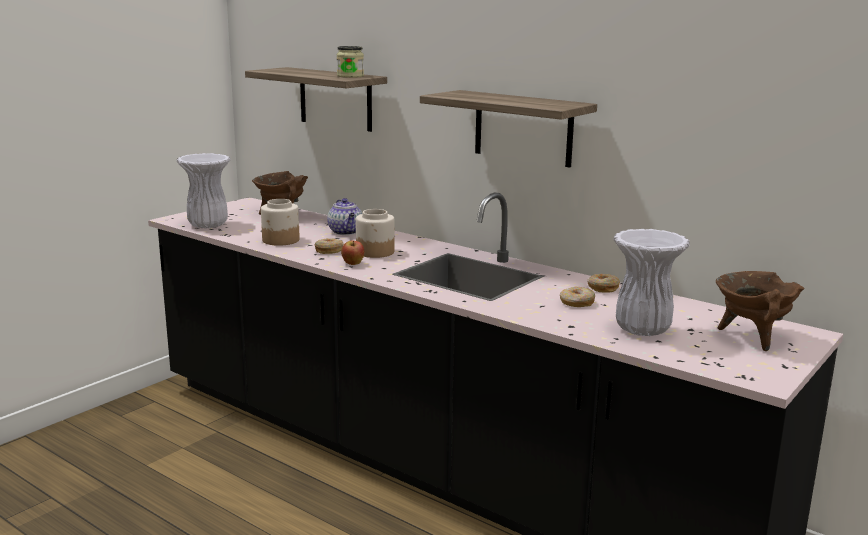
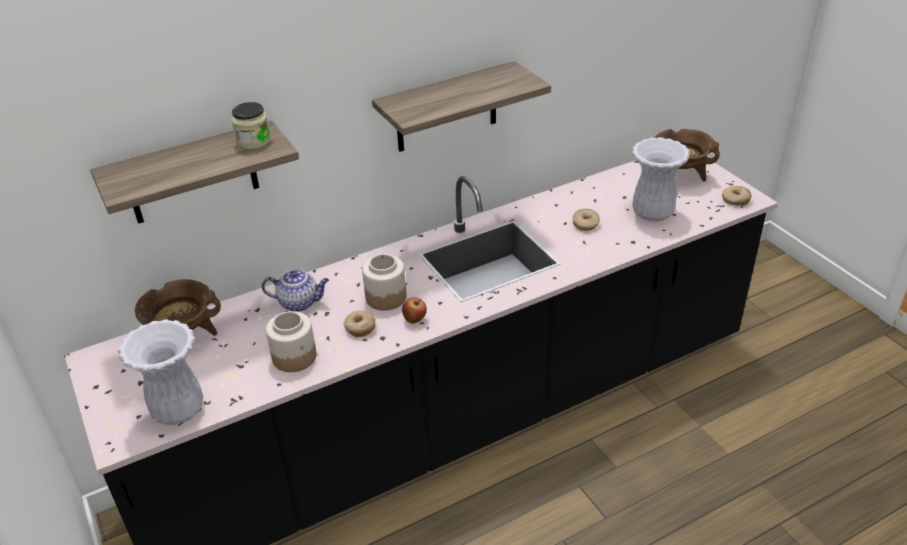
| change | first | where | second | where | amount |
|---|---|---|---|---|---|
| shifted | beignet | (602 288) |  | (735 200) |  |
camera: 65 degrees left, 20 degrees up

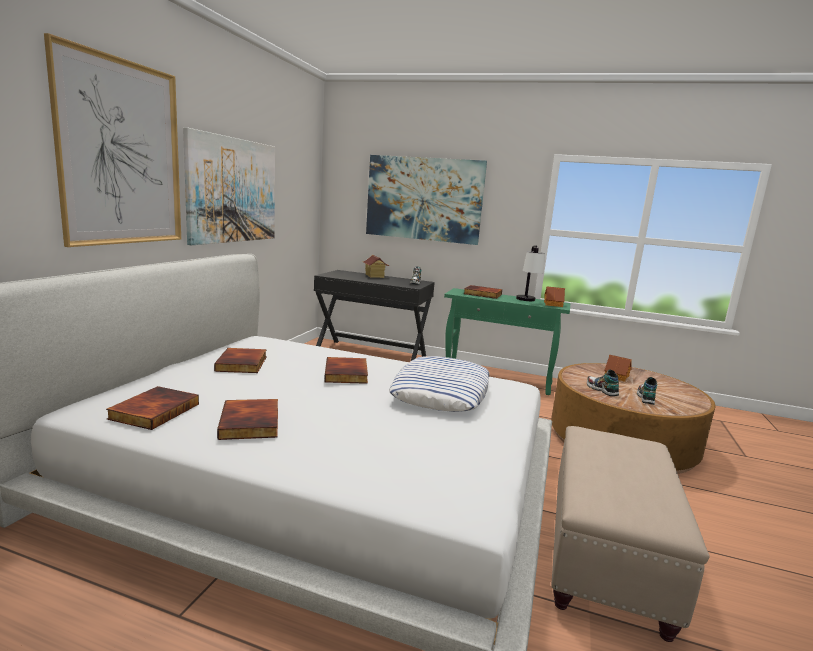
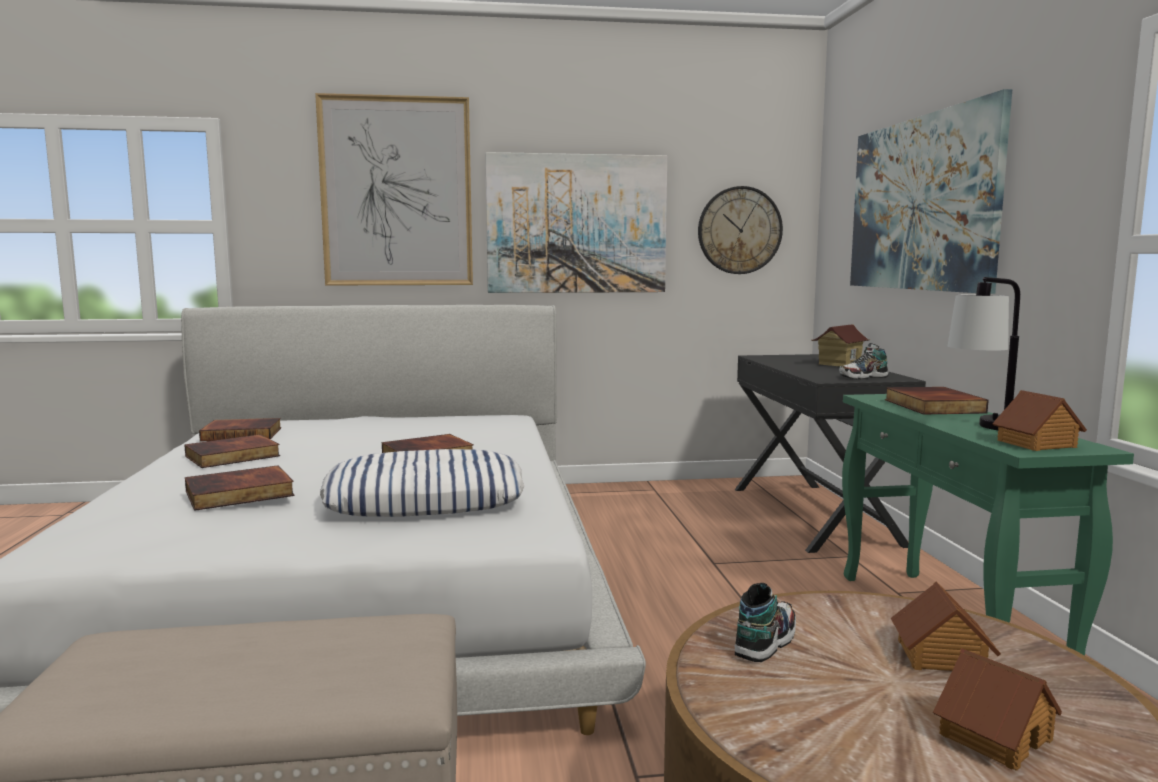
| change | first | where | second | where | amount |
|---|---|---|---|---|---|
| shifted | livre | (243 364) |  | (239 494) |  |
| gone | chaussure | (645 398) |  |  |  |
| new |  |  | horloge murale | (739 230) |  |
| new |  |  | maison miniature | (993 735) |  |
camera: 65 degrees right, 5 degrees down

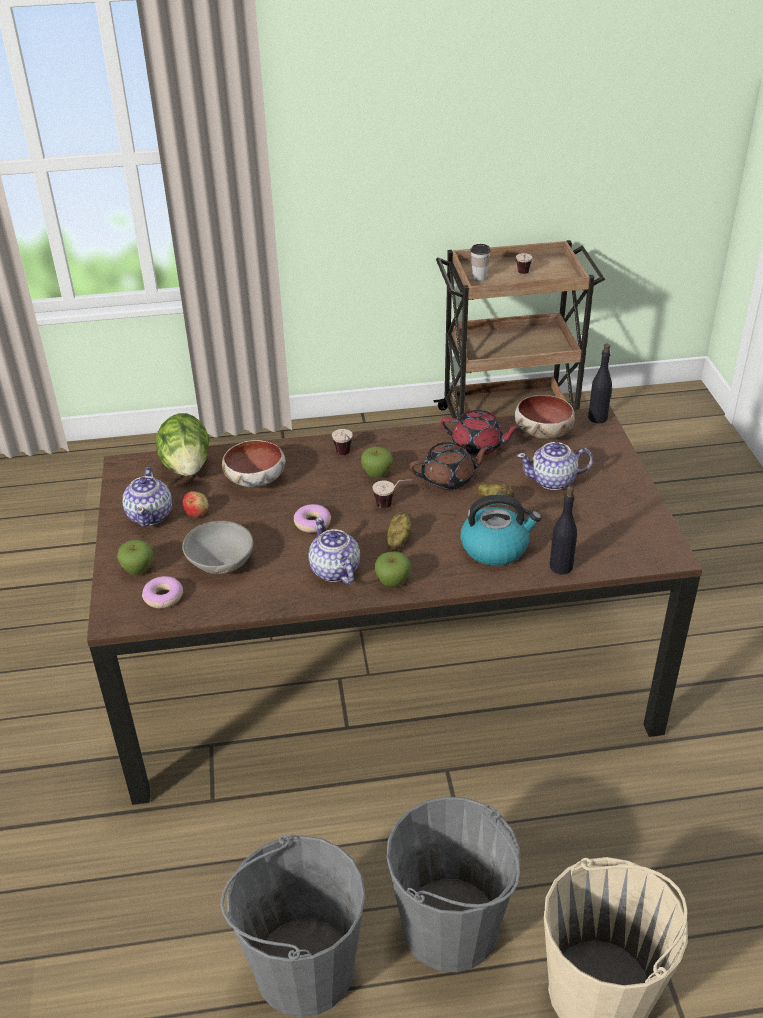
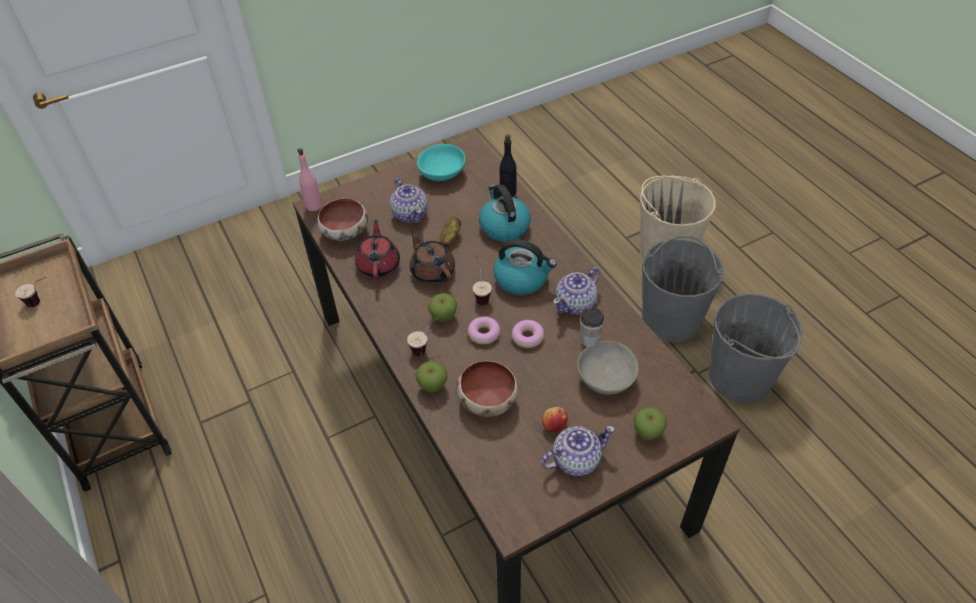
| change | first | where | second | where | amount |
|---|---|---|---|---|---|
| shifted | beignet | (163 597) |  | (484 333) |  |
| gone | laitue | (187 467) |  |  |  |
| shifted | pomme | (392 582) |  | (432 386) |  |
| swapped | pomme de terre | (398 540) | bouilloire | (522 279) |  |
| shifted | tasse | (479 277) |  | (589 340) |  |
| repainted | bouteille/noir | (598 418) | bouteille/rose | (313 205) |  |
| new |  |  | bol/turquoise | (442 173) |  |
camera: 110 degrees left, 10 degrees up

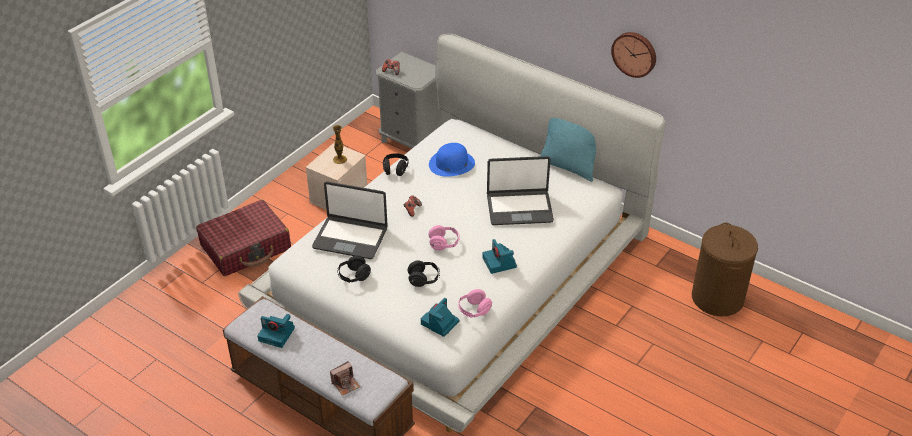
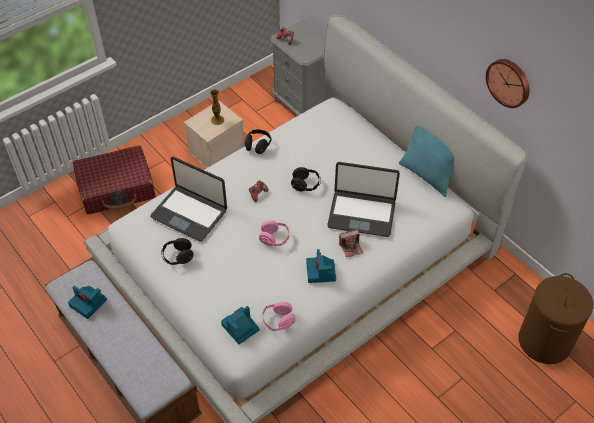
| change | first | where | second | where | amount |
|---|---|---|---|---|---|
| shifted | appareil photo | (345 384) |  | (351 247) |  |
| shifted | casque audio/noir | (424 279) |  | (306 185) |  |
| gone | chapeau/bleu | (451 164) |  |  |  |
camera: 15 degrees right, 10 degrees up

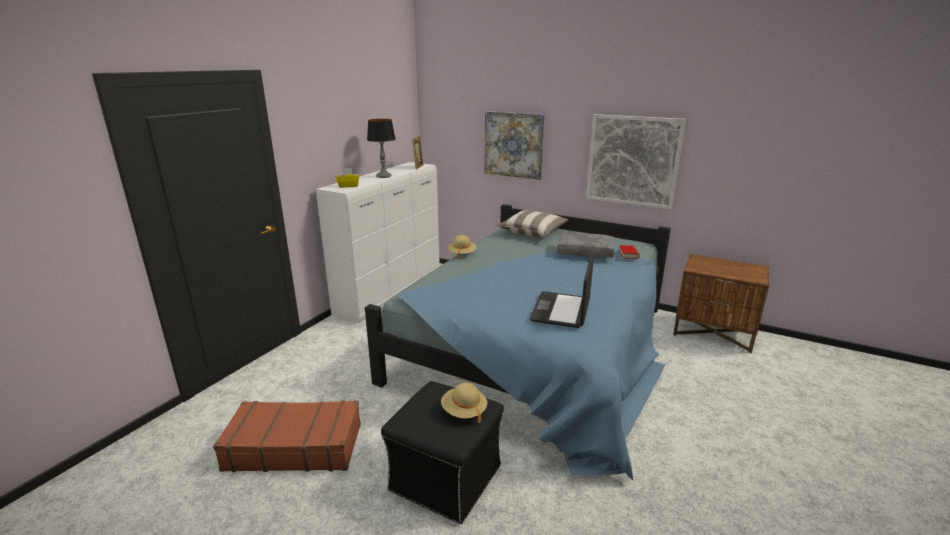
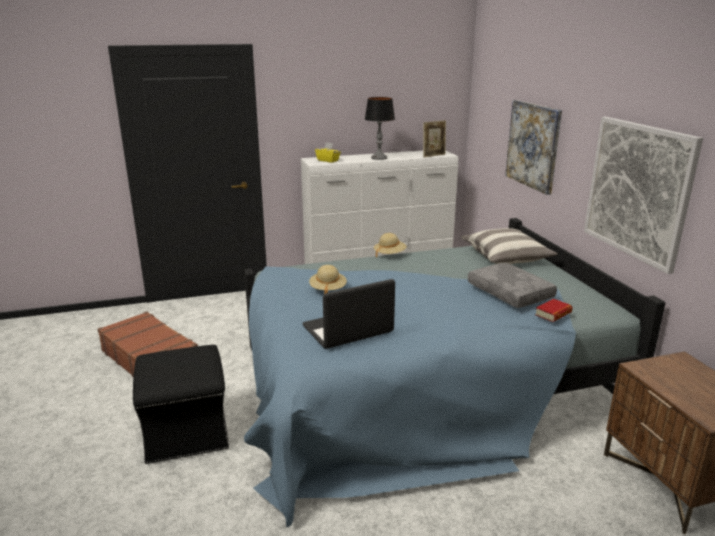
| change | first | where | second | where | amount |
|---|---|---|---|---|---|
| shifted | chapeau/beige | (464 411) |  | (328 289) |  |
camera: 45 degrees right, 0 degrees up

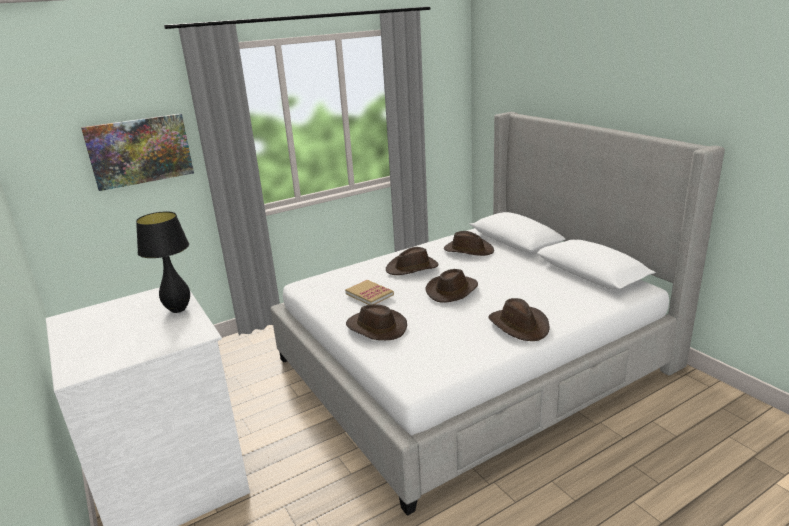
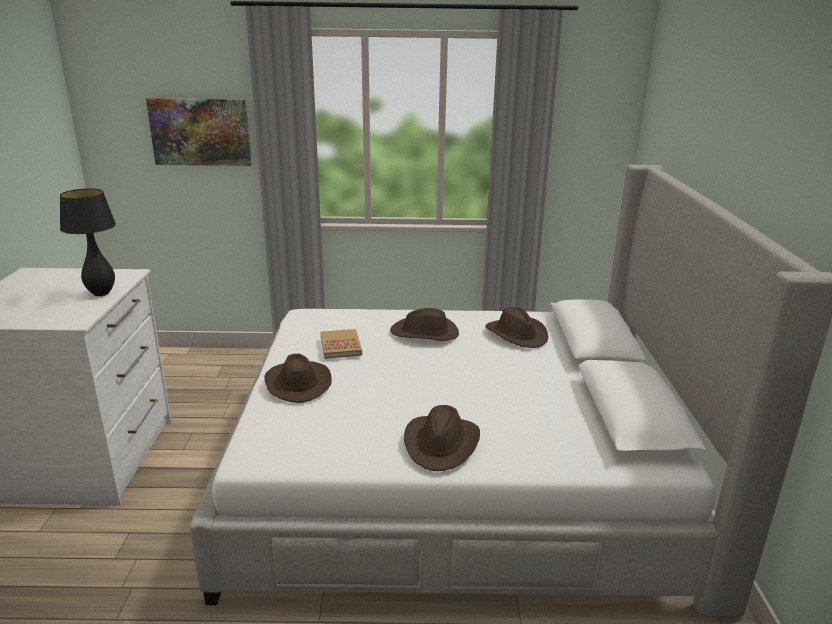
| change | first | where | second | where | amount |
|---|---|---|---|---|---|
| gone | chapeau/marron | (452 290) |  |  |  |
camera: 30 degrees right, 0 degrees up

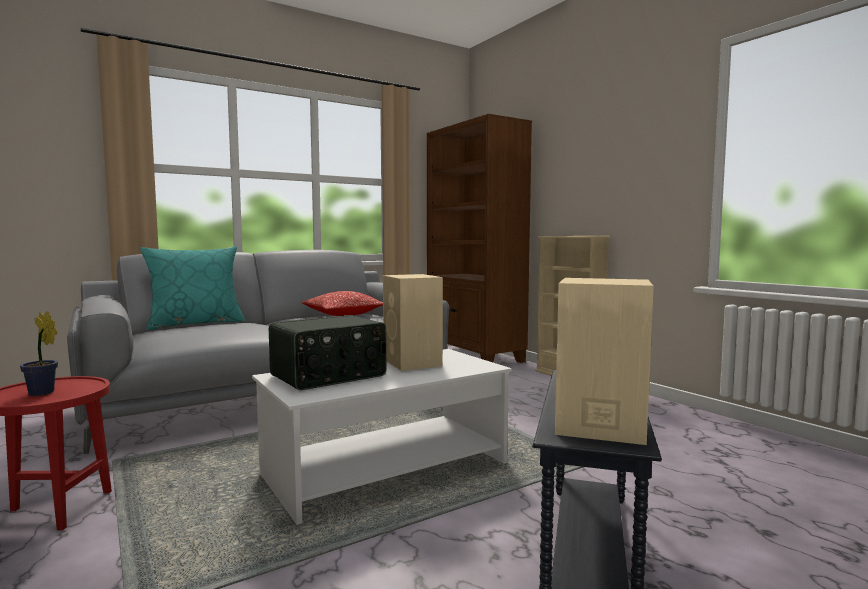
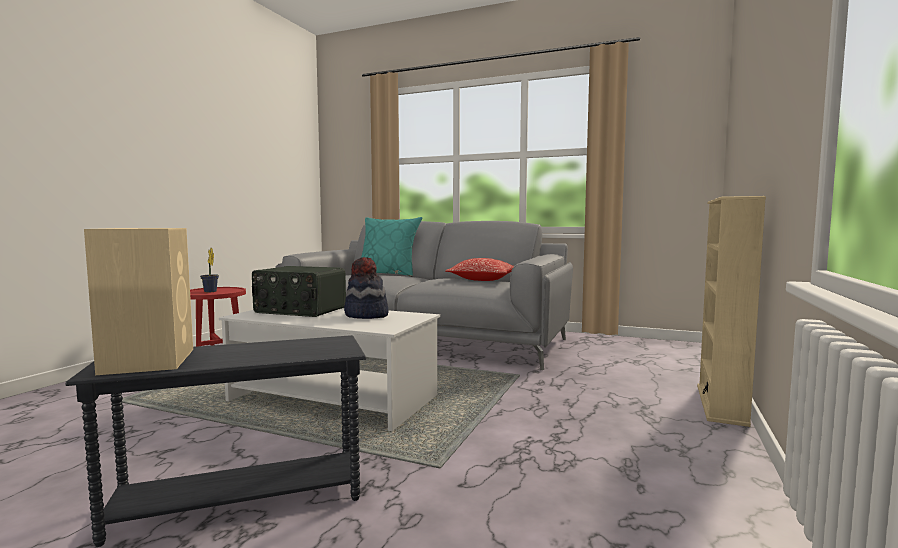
| change | first | where | second | where | amount |
|---|---|---|---|---|---|
| swapped | enceinte/beige | (413 363) | chapeau | (366 315) |  |
| gone | bibliothèque/marron | (474 356) |  |  |  |
camera: 55 degrees right, 0 degrees up

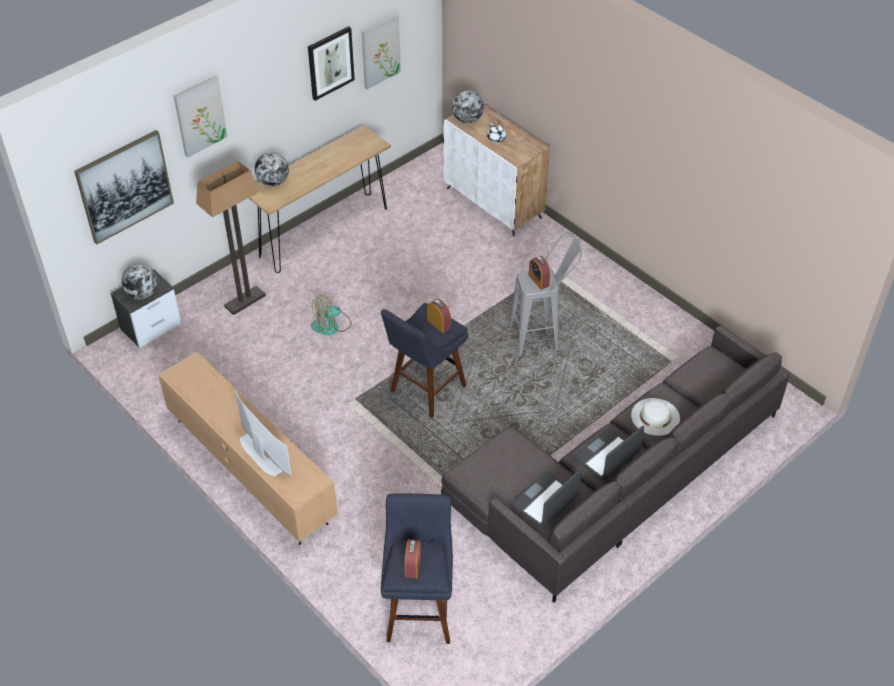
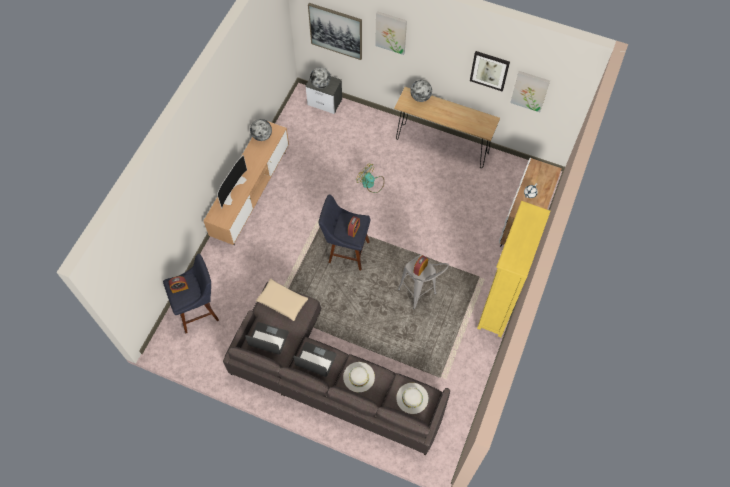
| change | first | where | second | where | amount |
|---|---|---|---|---|---|
| gone | lampadaire | (245 301) |  |  |  |
| shifted | globe | (467 120) |  | (262 136) |  |
| new |  |  | coussin/beige | (282 301) |  |
| new |  |  | chapeau/blanc | (412 398) |  |
| new |  |  | bibliothèque/jaune | (499 305) |  |
camera: 65 degrees right, 15 degrees up

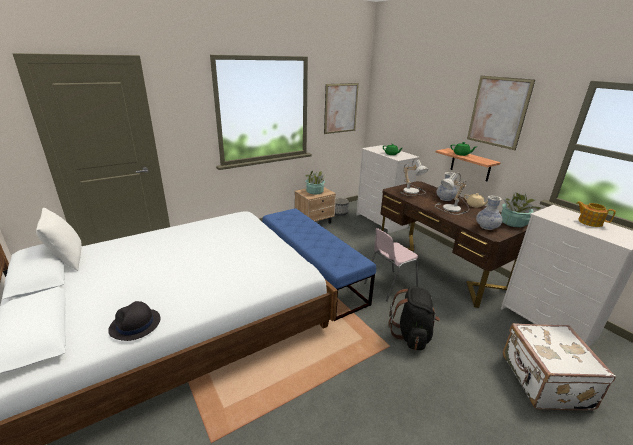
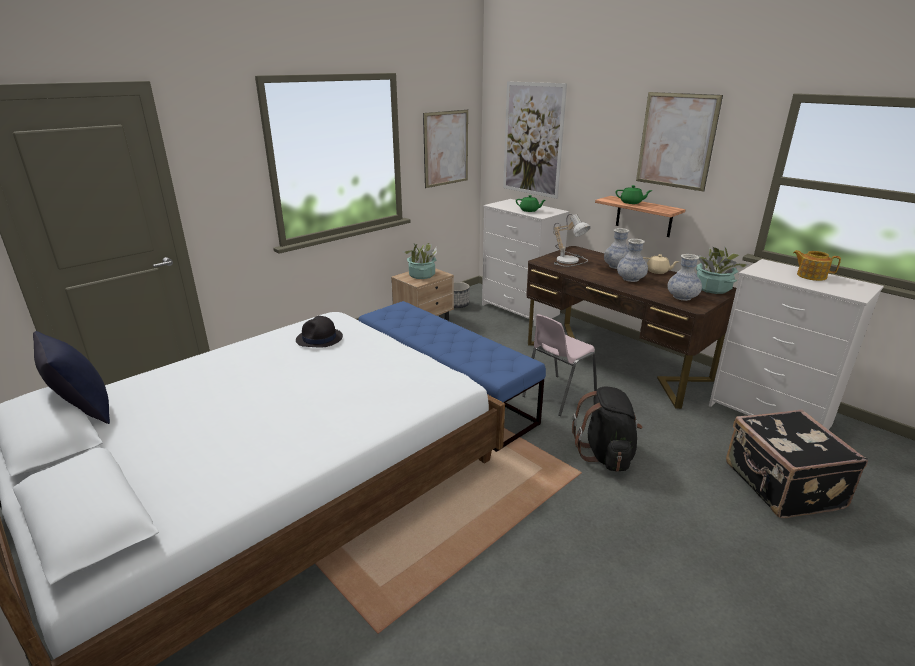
| change | first | where | second | where | amount |
|---|---|---|---|---|---|
| repainted | coussin/blanc | (68 260) | coussin/bleu | (84 411) |  |
| shifted | chapeau/noir | (135 325) |  | (319 339) |  |
| swapped | lampe de table | (452 209) | vase | (630 279) |  |
| repainted | valise/blanc | (543 382) | valise/noir | (781 486) |  |
| new |  |  | tableau | (533 139) |  |
camera: 10 degrees left, 0 degrees up

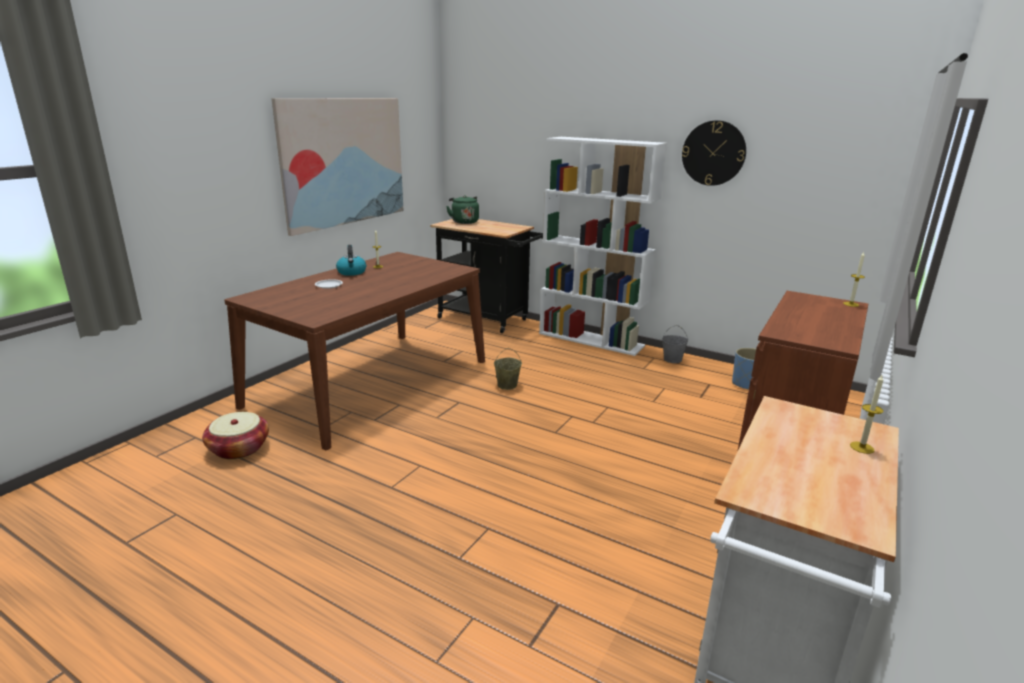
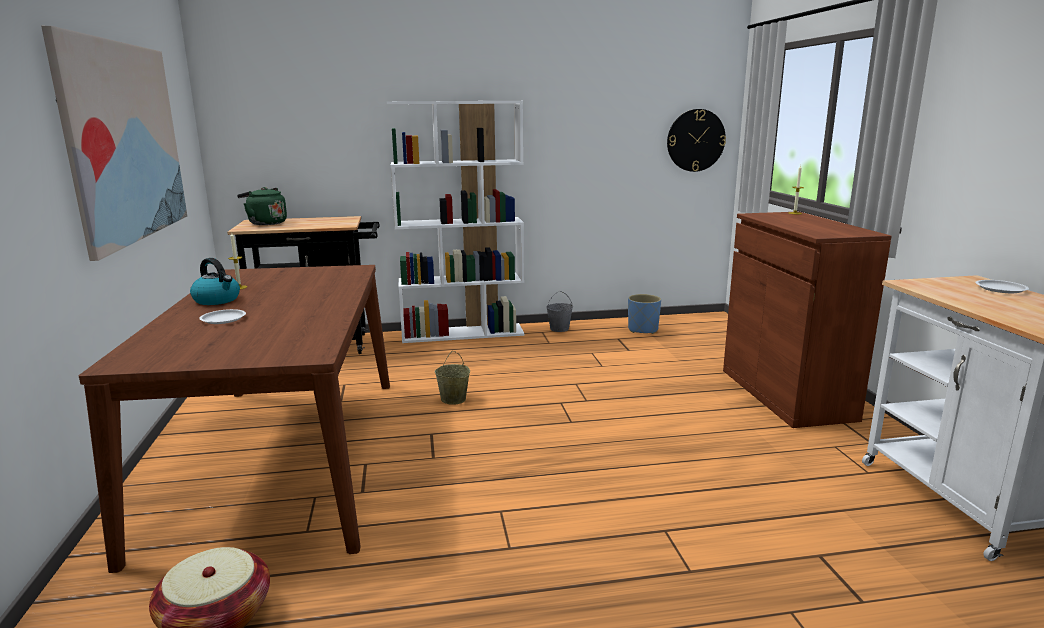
| change | first | where | second | where | amount |
|---|---|---|---|---|---|
| shifted | horloge murale | (713 153) |  | (695 140) |  |
| swapped | bougie | (862 447) | assiette/blanc | (1000 289) |  |
camera: 40 degrees left, 5 degrees down

